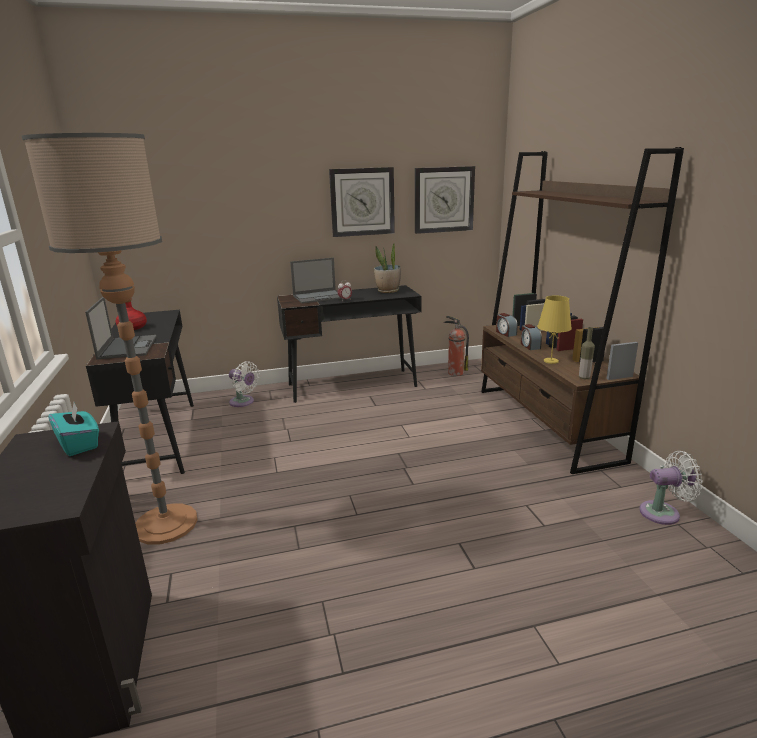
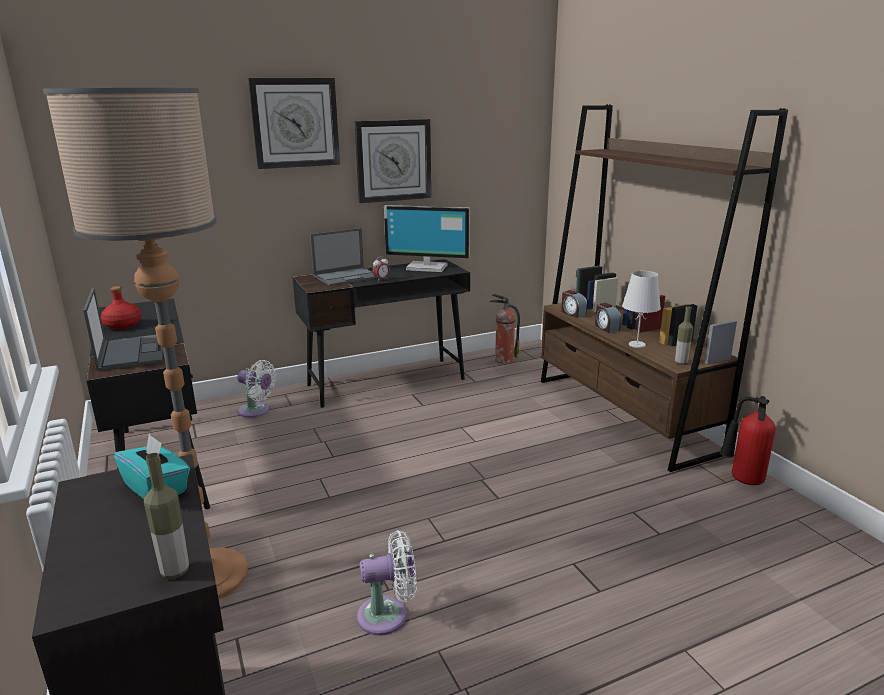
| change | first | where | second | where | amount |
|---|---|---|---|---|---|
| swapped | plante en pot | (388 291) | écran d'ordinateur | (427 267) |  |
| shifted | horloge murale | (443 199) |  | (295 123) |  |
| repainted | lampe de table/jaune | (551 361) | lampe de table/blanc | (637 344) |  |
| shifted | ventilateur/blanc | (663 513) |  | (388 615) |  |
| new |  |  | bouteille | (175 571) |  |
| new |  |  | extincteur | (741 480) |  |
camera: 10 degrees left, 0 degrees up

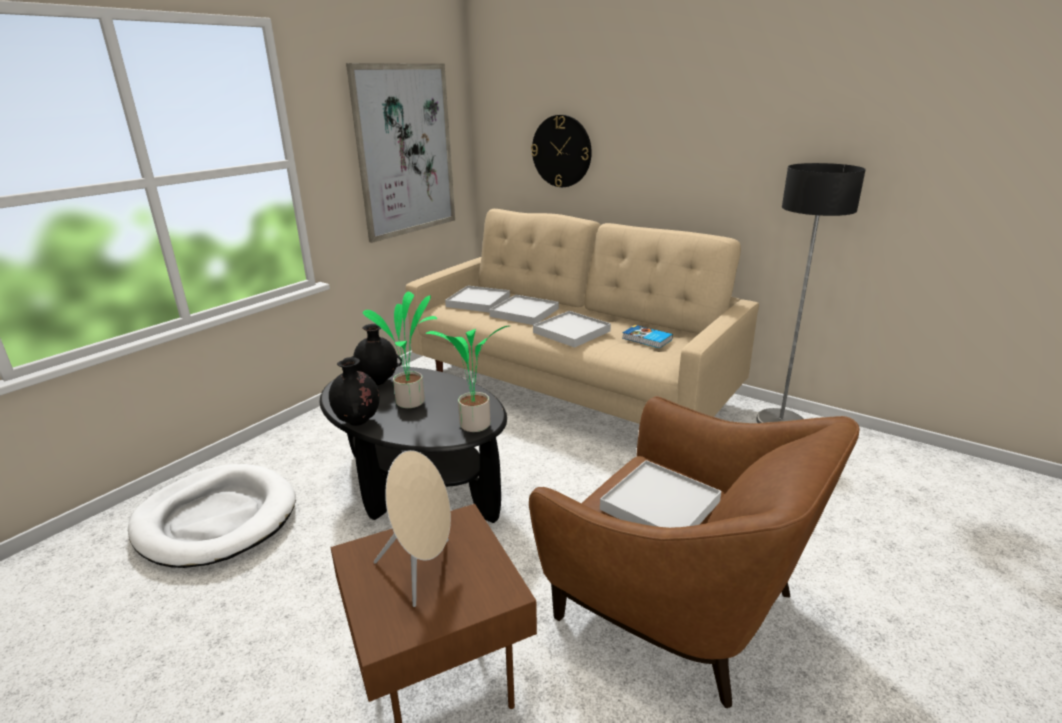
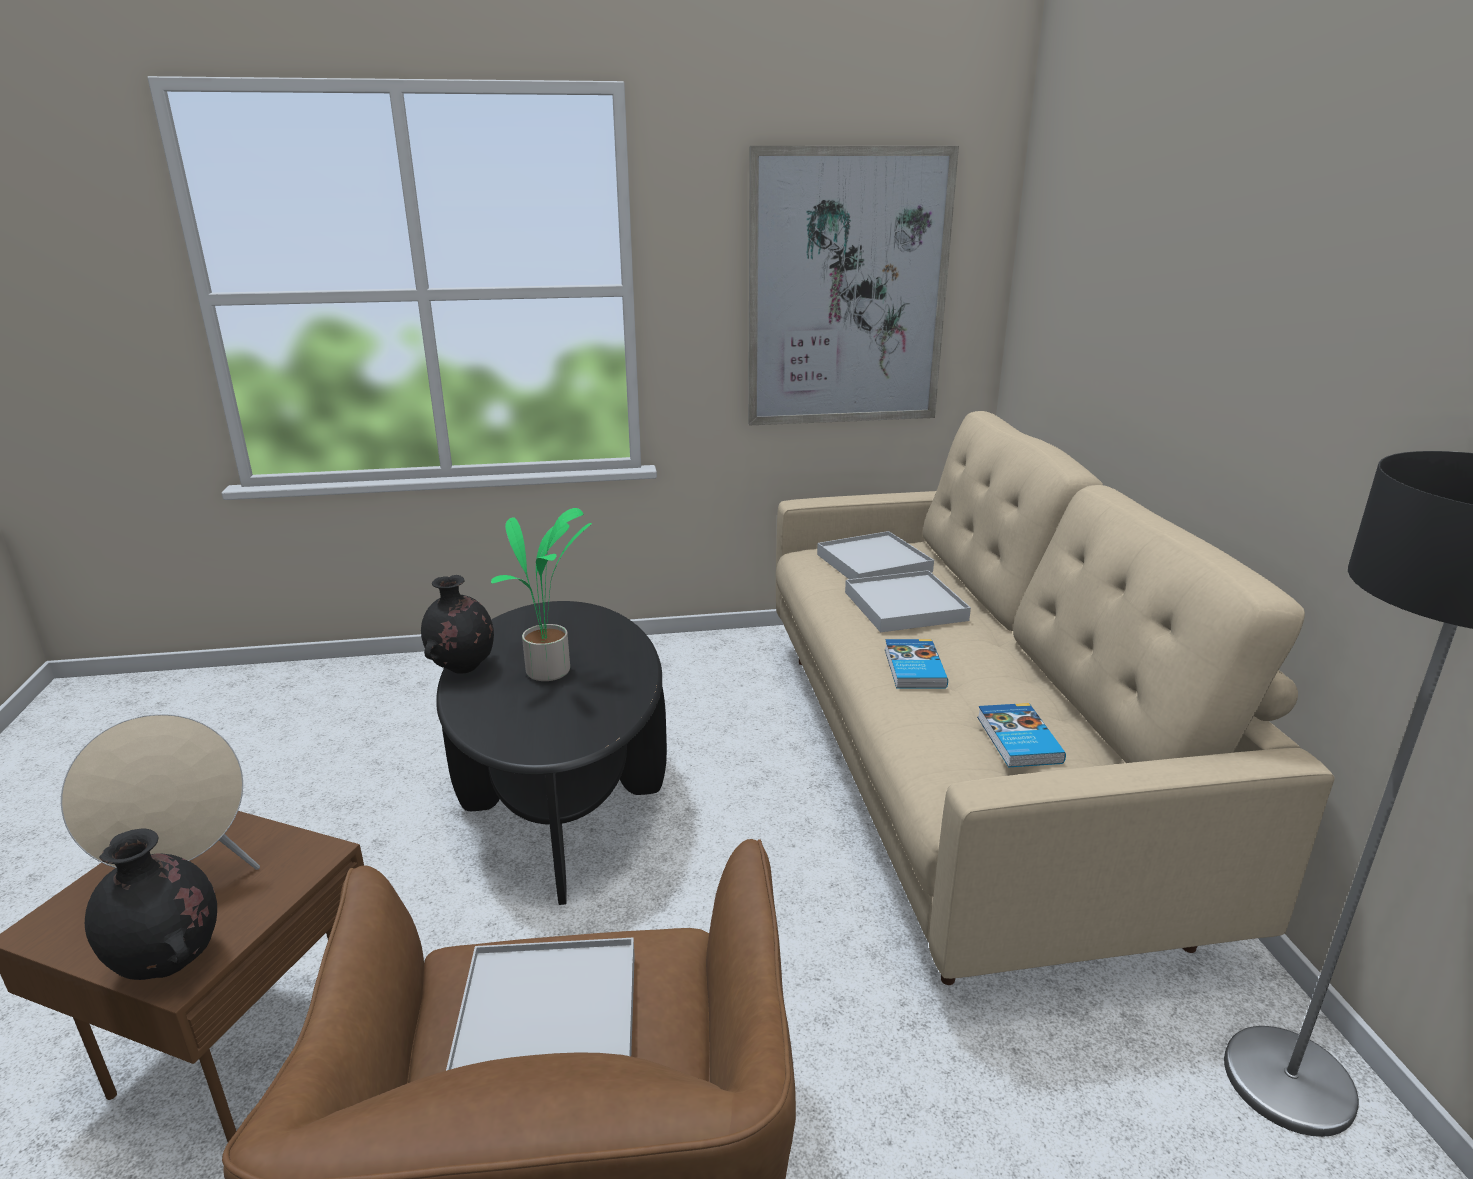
| change | first | where | second | where | amount |
|---|---|---|---|---|---|
| gone | panier pour chien/blanc | (216 519) |  |  |  |
| shifted | vase/noir | (378 382) |  | (171 964) |  |
| gone | plante en pot | (473 426) |  |  |  |
| gone | horloge murale | (561 151) |  |  |  |
| swapped | plateau/blanc | (571 332) | livre | (913 668) |  |
camera: 45 degrees right, 0 degrees up

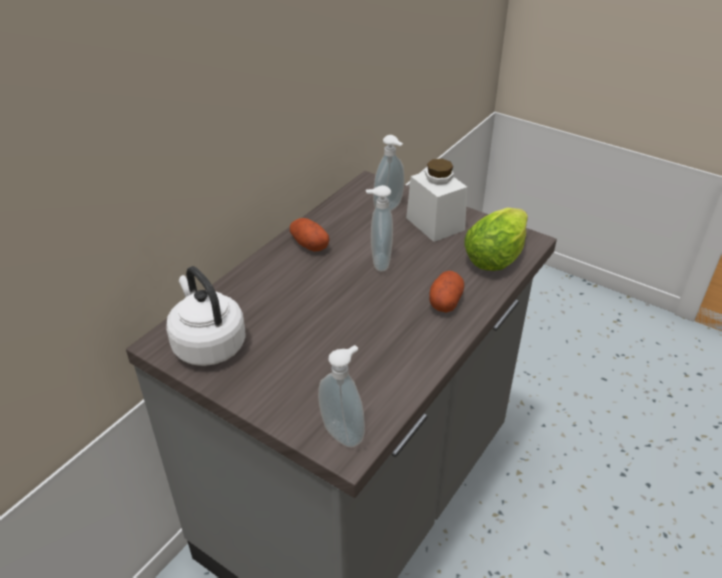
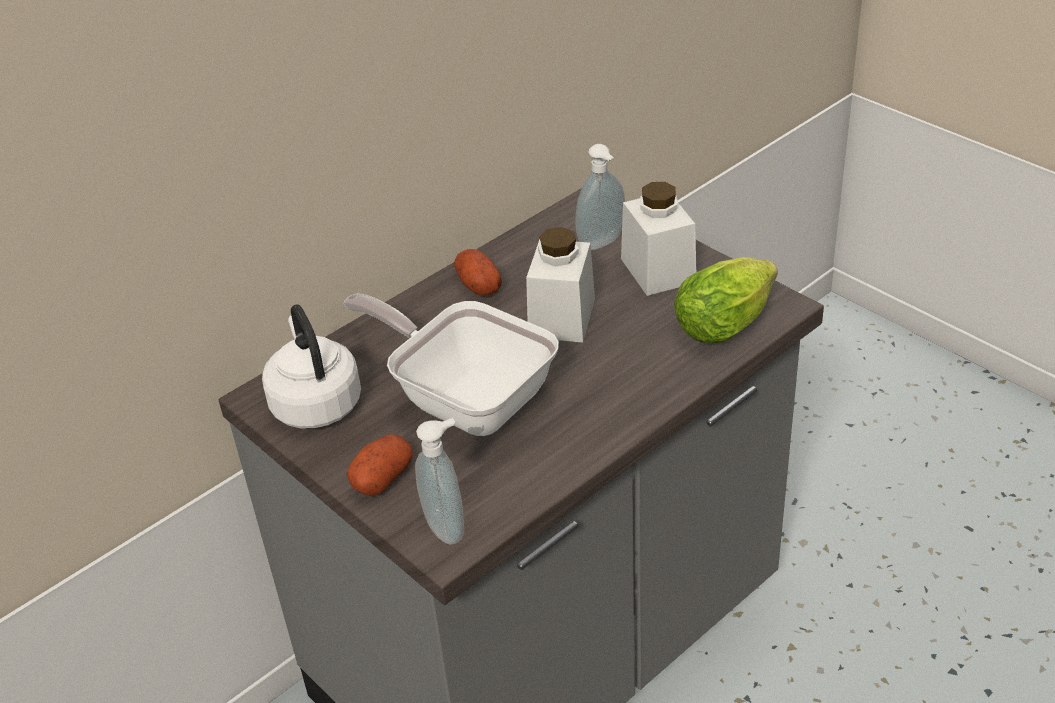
| change | first | where | second | where | amount |
|---|---|---|---|---|---|
| swapped | distributeur de savon | (378 262) | bocal/blanc | (562 318) |  |
| shifted | pomme de terre | (445 301) |  | (382 477) |  |
| new |  |  | poêle | (465 398) |  |
camera: 15 degrees right, 0 degrees up

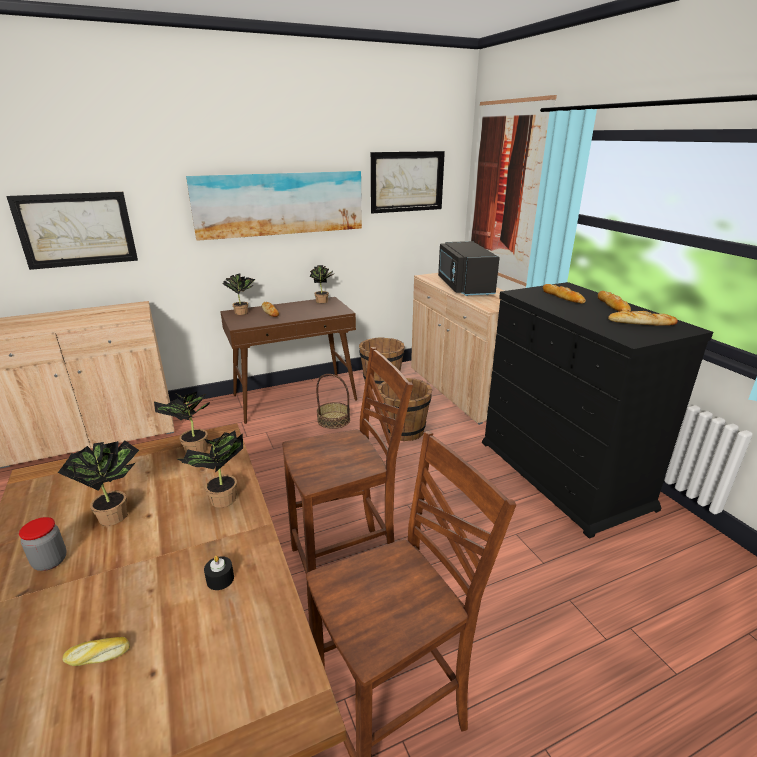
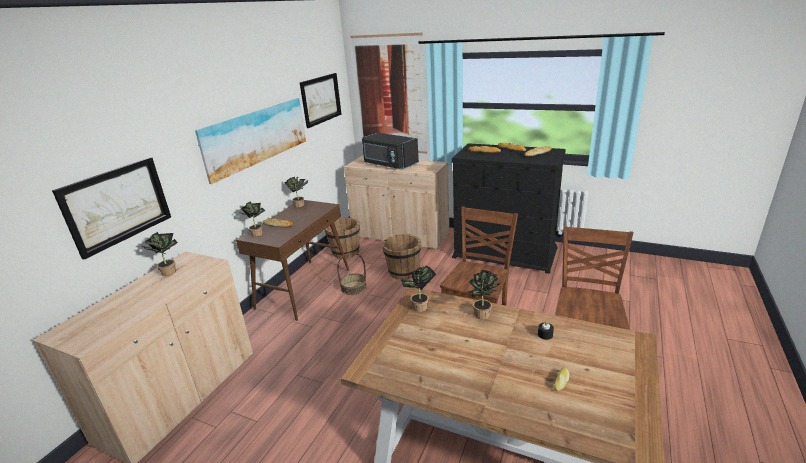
| change | first | where | second | where | amount |
|---|---|---|---|---|---|
| gone | bocal | (50 561) |  |  |  |
| shifted | plante en pot | (116 513) |  | (169 271) |  |
camera: 40 degrees left, 0 degrees up

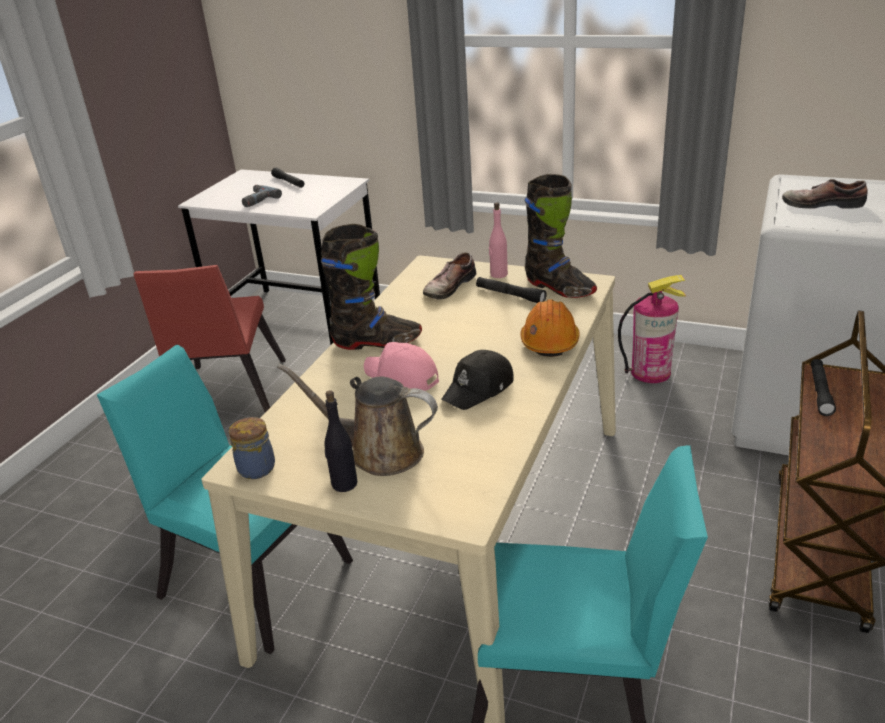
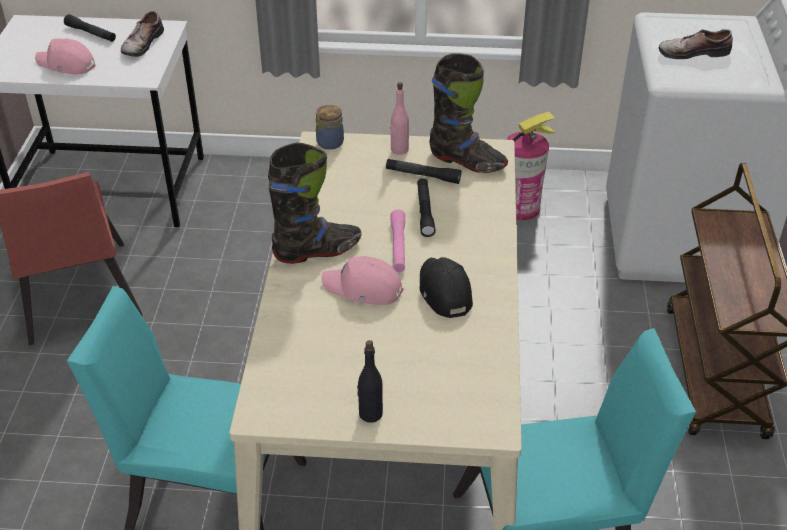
| change | first | where | second | where | amount |
|---|---|---|---|---|---|
| shifted | bocal | (256 467) |  | (329 142) |  |
| swapped | perceuse | (256 200) | casquette/rose | (66 65) |  |
| gone | arrosoir/marron | (378 452) |  |  |  |
| shifted | chaussure | (448 286) |  | (141 43) |  |
| rotated | casquette/noir | (479 389) |  | (443 292) | 135 degrees clockwise |
| gone | casque de chantier/orange | (549 341) |  |  |  |
| shifted | lampe de poche/noir | (820 392) |  | (425 212) |  |
| new |  |  | lampe de poche/rose | (398 246) |  |
camera: 20 degrees left, 10 degrees up

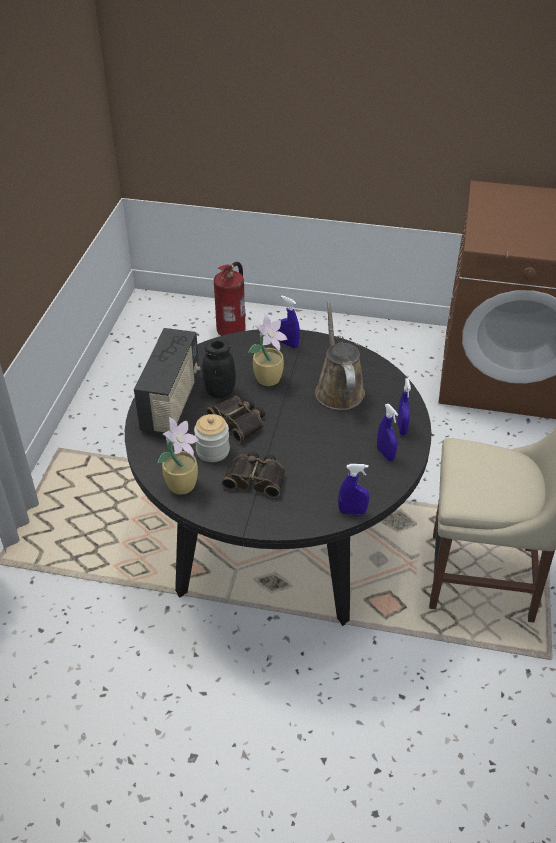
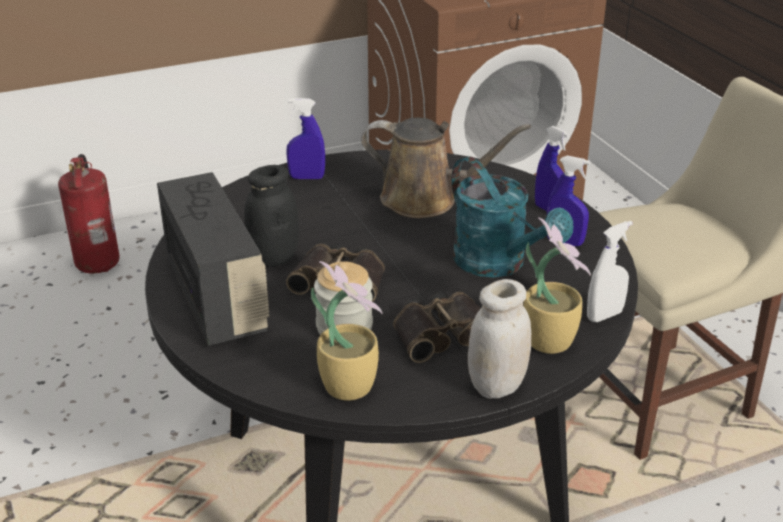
| change | first | where | second | where | amount |
|---|---|---|---|---|---|
| shifted | plante en pot | (269 378) |  | (549 339) |  |
| rotated | arrosoir/marron | (338 389) |  | (426 200) | 150 degrees clockwise |
| repainted | vaporisateur/bleu | (352 511) | vaporisateur/blanc | (604 315) |  |
| new |  |  | arrosoir/turquoise | (499 264) |  |
| new |  |  | bocal/blanc | (497 386) |  |
camera: 35 degrees left, 10 degrees down

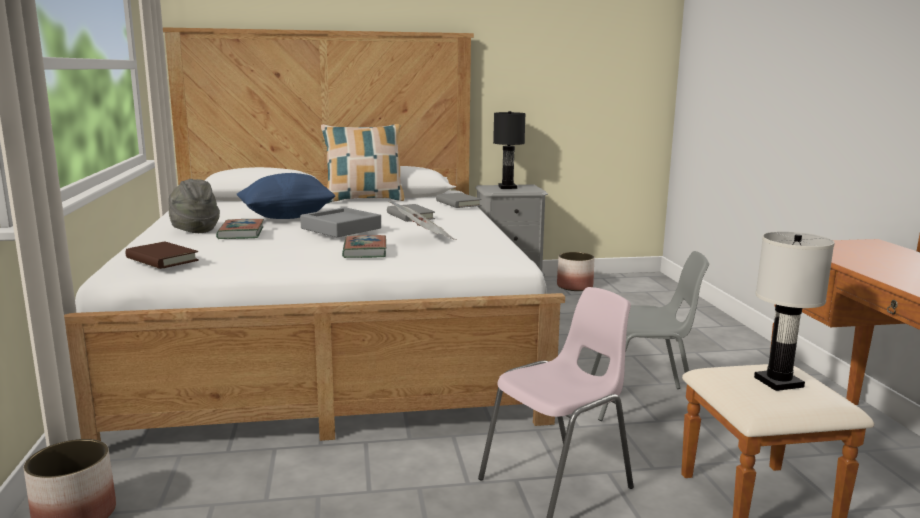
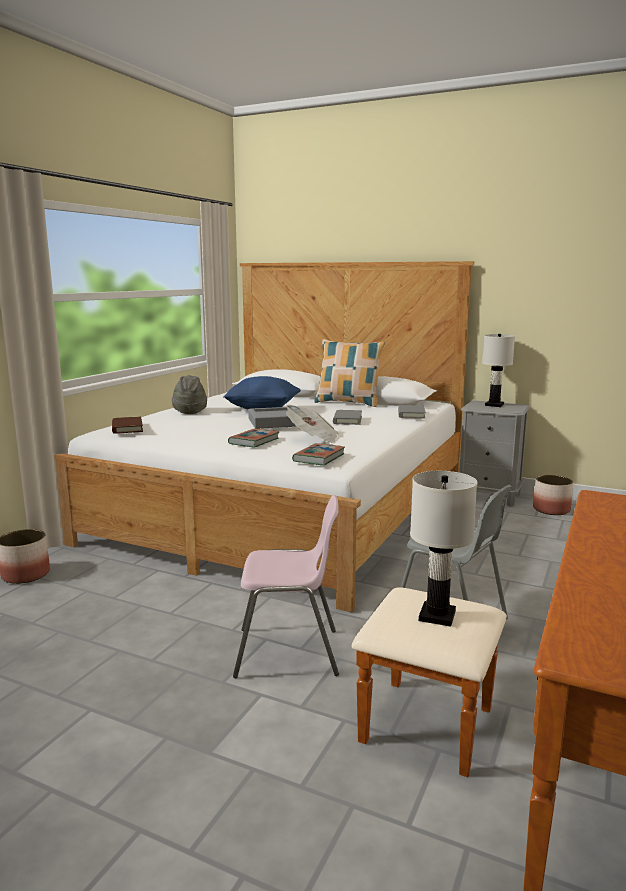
| change | first | where | second | where | amount |
|---|---|---|---|---|---|
| shifted | livre | (241 233) |  | (319 458) |  |
| repainted | lampe de table/noir | (507 187) | lampe de table/blanc | (494 405) |  |
camera: 35 degrees right, 0 degrees up

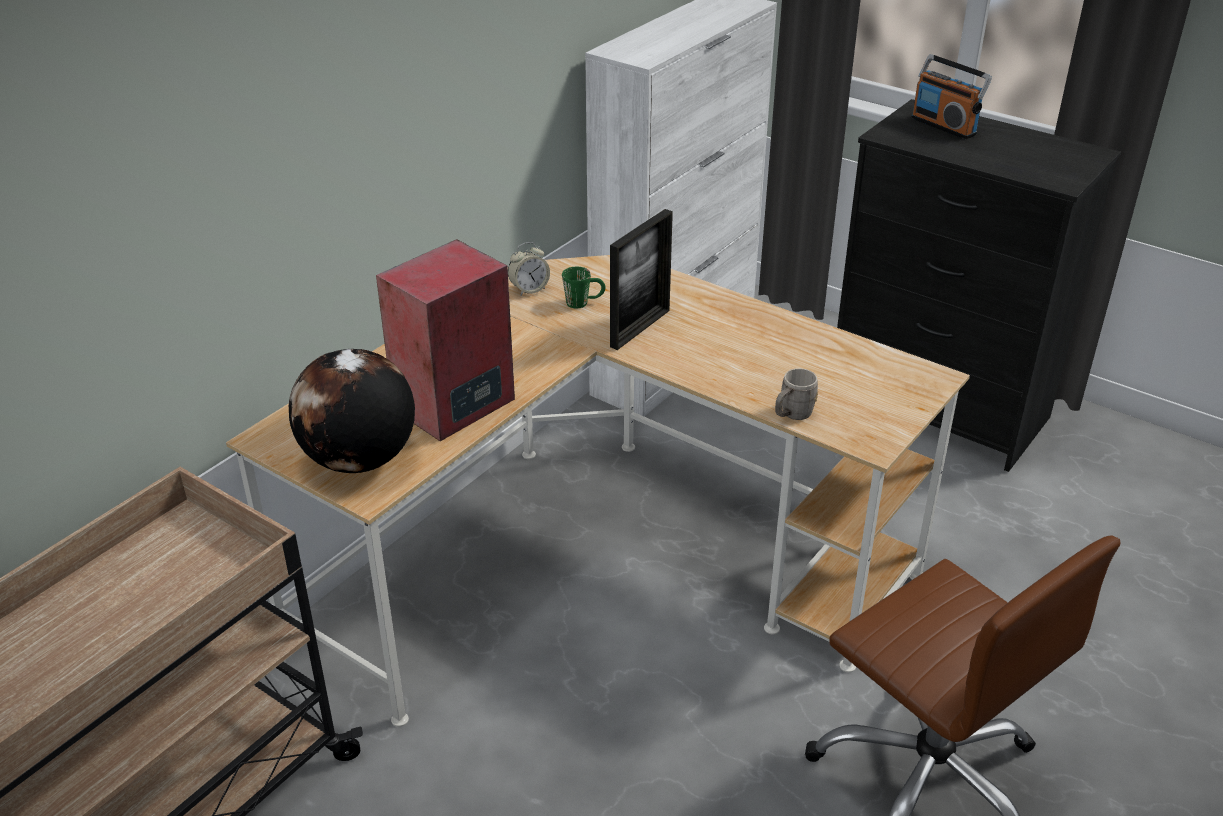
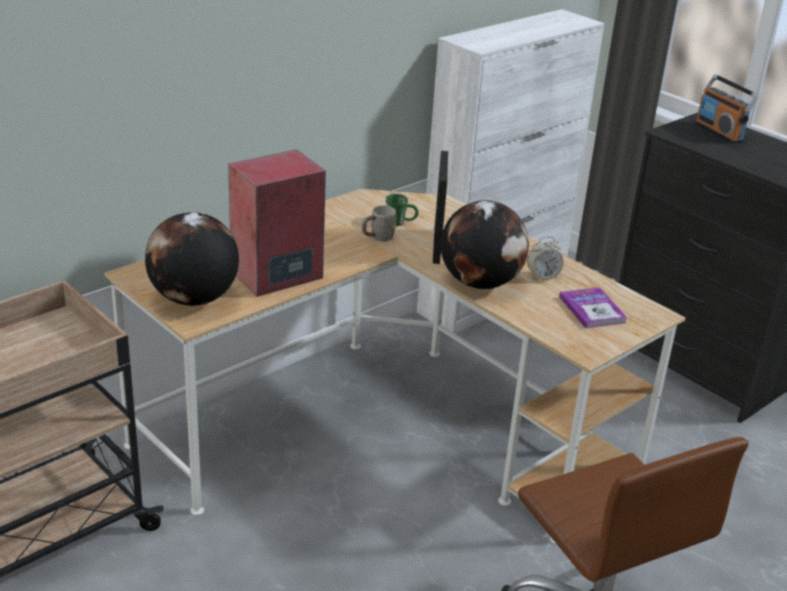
| change | first | where | second | where | amount |
|---|---|---|---|---|---|
| shifted | réveil | (529 289) |  | (543 276) |  |
| rotated | cadre photo | (640 328) |  | (437 246) | 45 degrees counterclockwise |
| shifted | mug/gris | (792 415) |  | (378 238) |  |
| new |  |  | globe | (480 283) |  |
| new |  |  | livre | (592 309) |  |
camera: 10 degrees right, 5 degrees down

